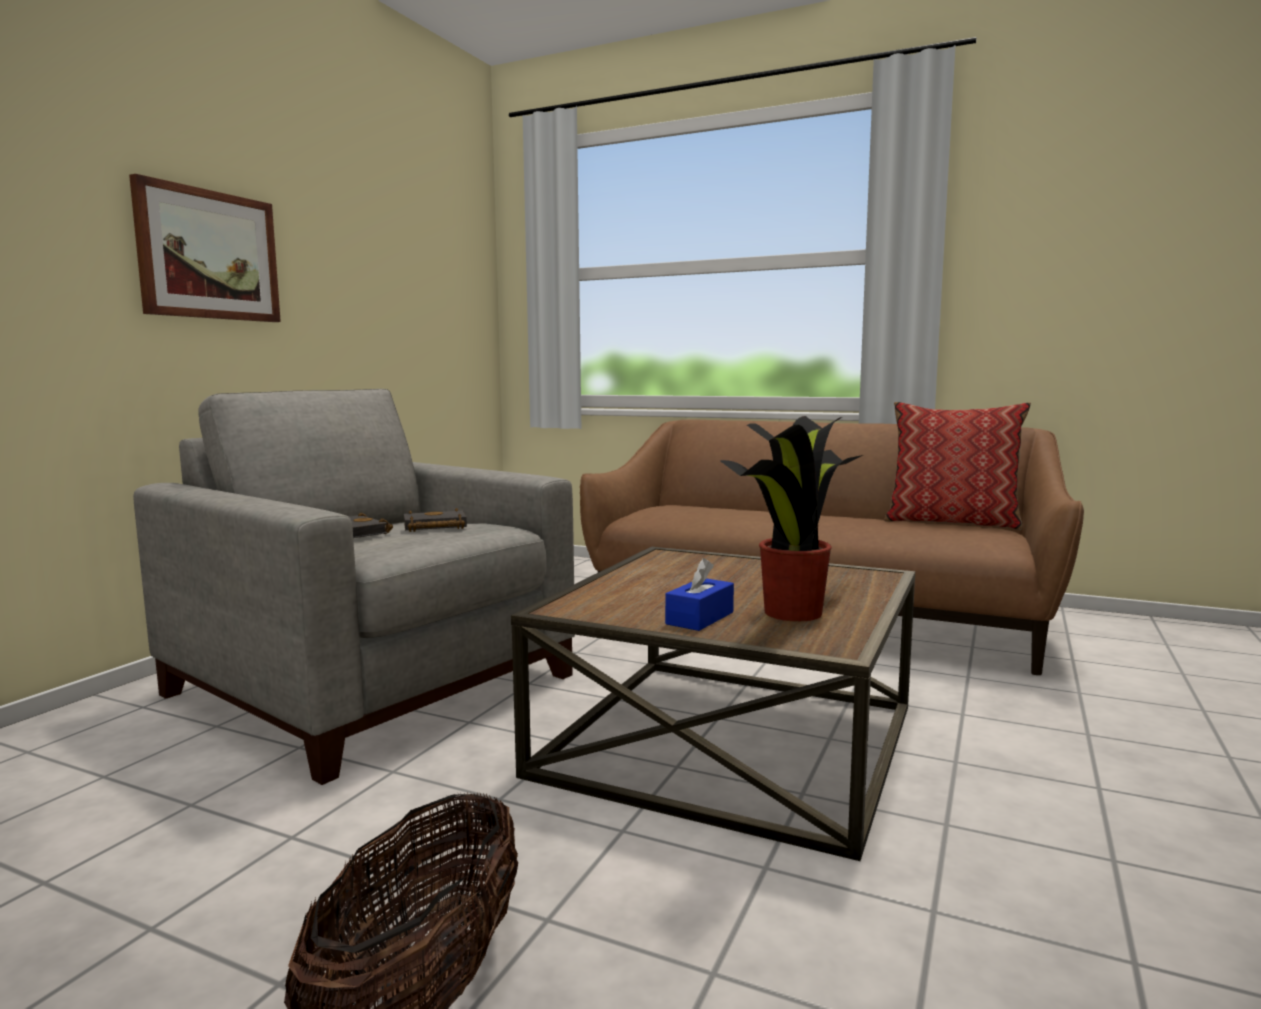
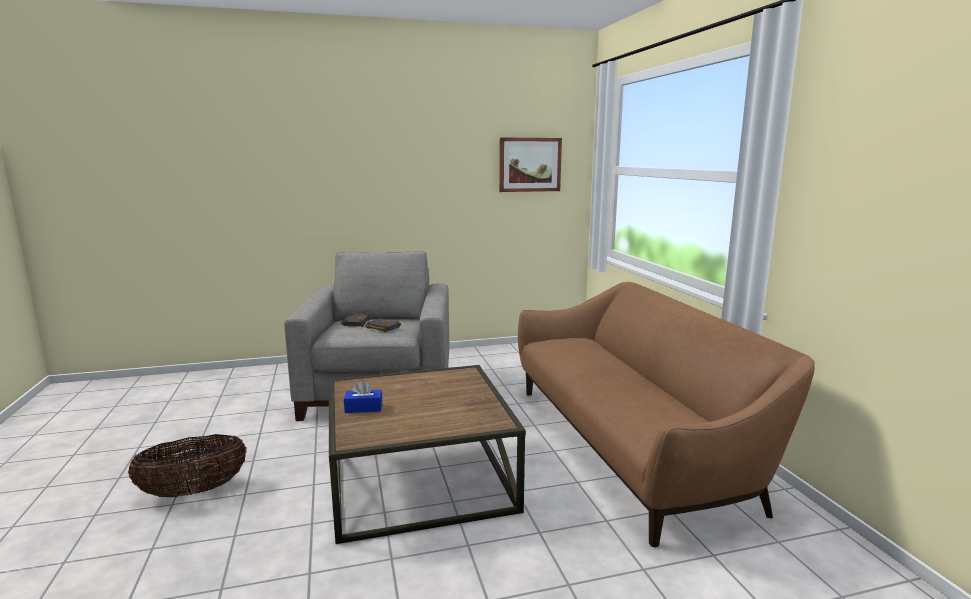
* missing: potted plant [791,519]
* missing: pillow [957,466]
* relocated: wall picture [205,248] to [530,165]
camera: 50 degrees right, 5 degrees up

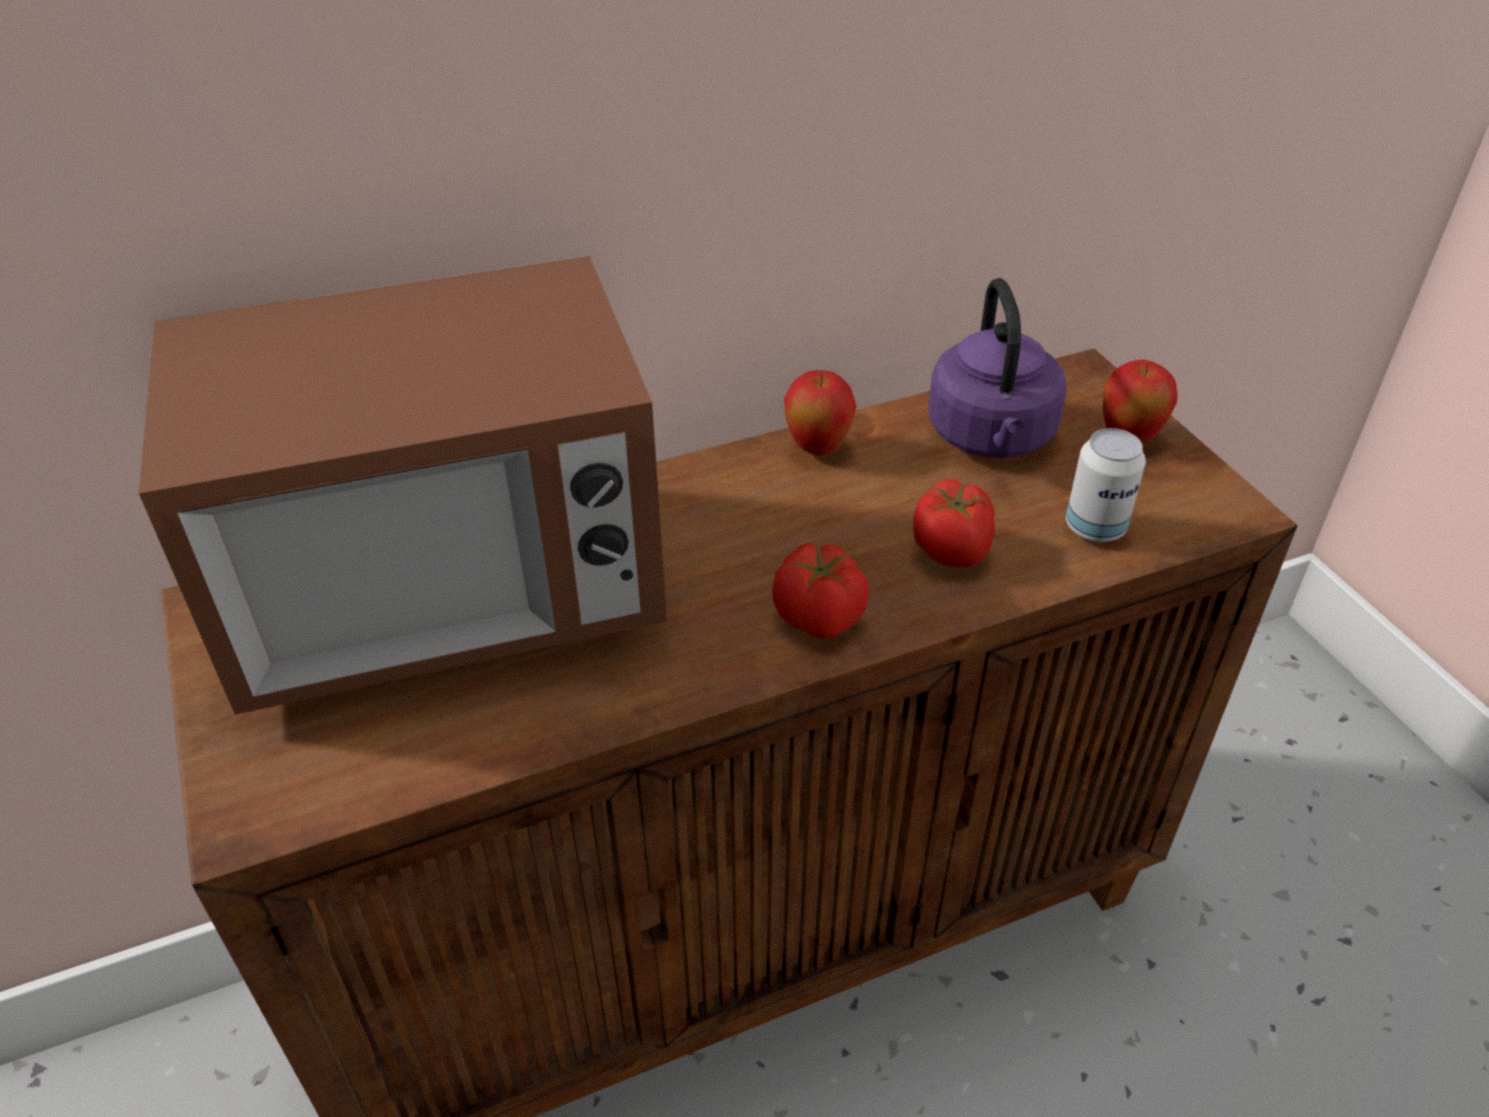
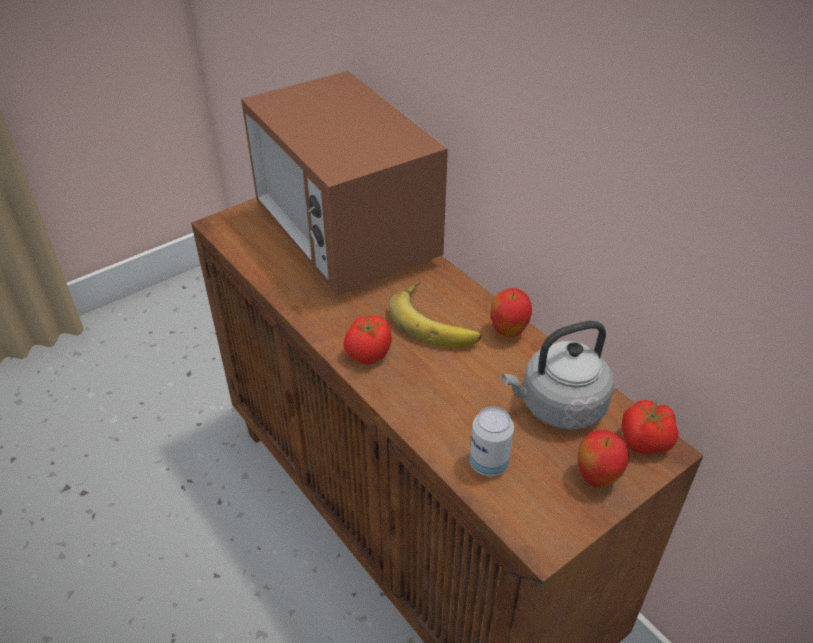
* appeared: banana fruit [435,314]
* relocated: fresh tomato [954,523] to [650,427]
* colour: tea kettle (purple-coloured) [997,368] to tea kettle (greyish) [558,375]
camera: 75 degrees right, 0 degrees up

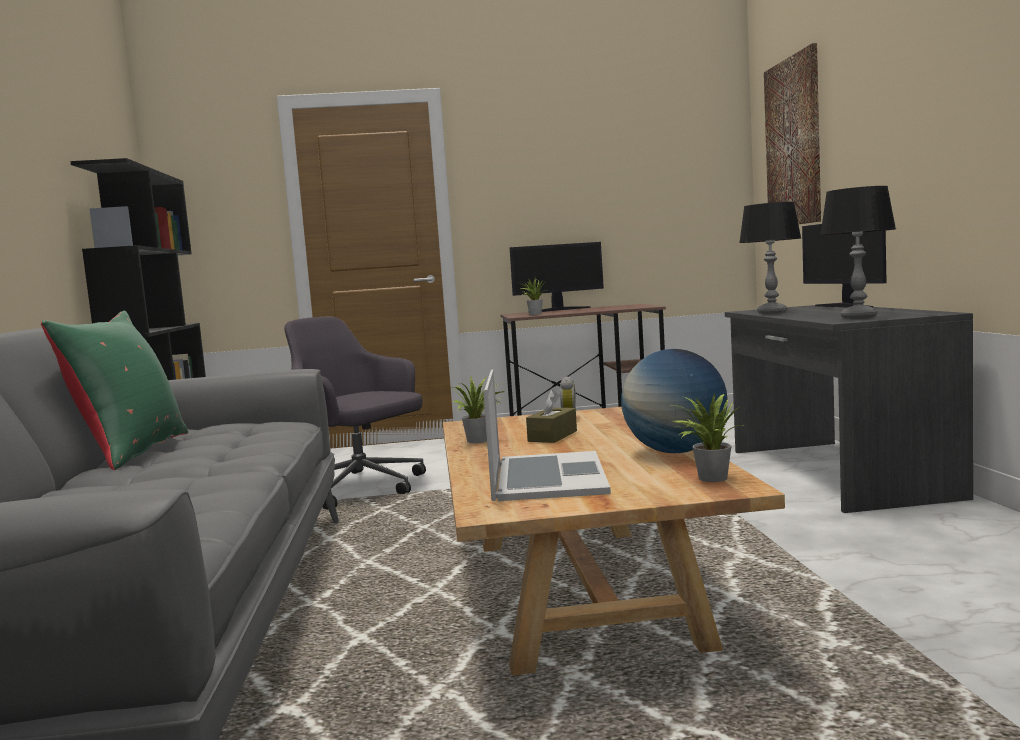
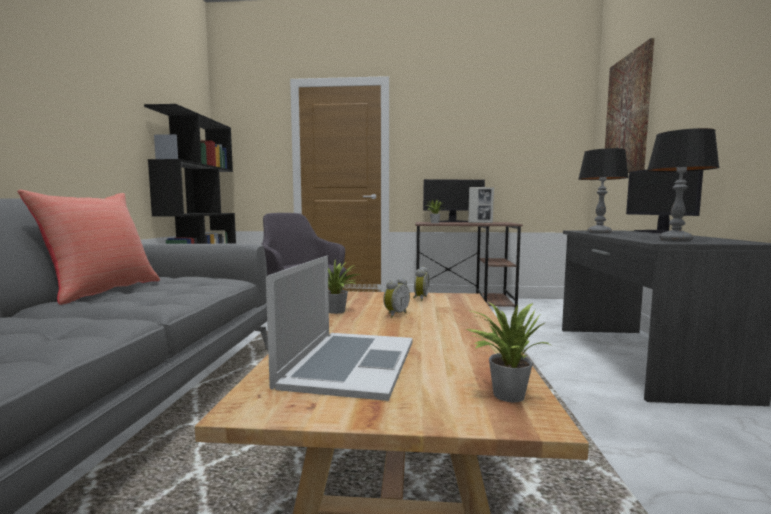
* missing: globe [674,401]
* appeared: picture frame [481,205]
* exchanged: tissue holder (brownish) [551,416] to table clock [396,297]
* colour: pillow (green-coloured) [114,390] to pillow (red-coloured) [88,247]
camera: 10 degrees right, 0 degrees up

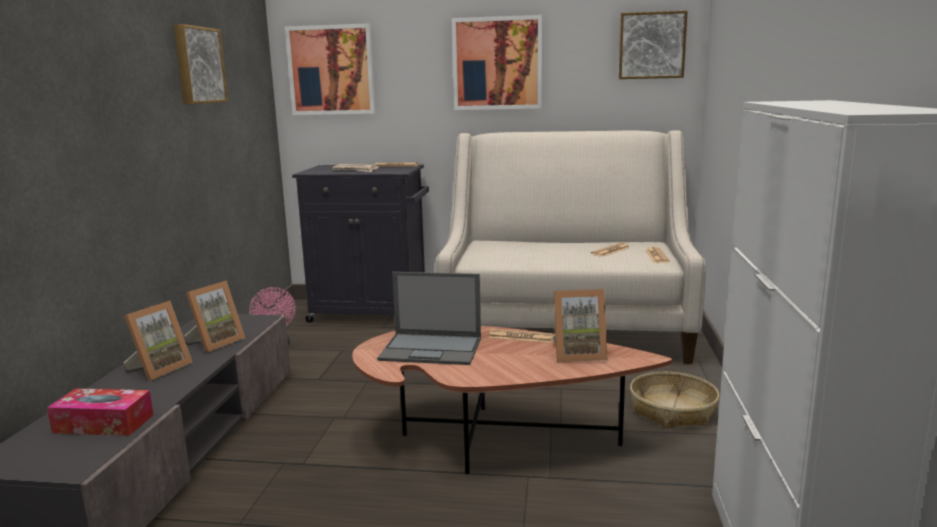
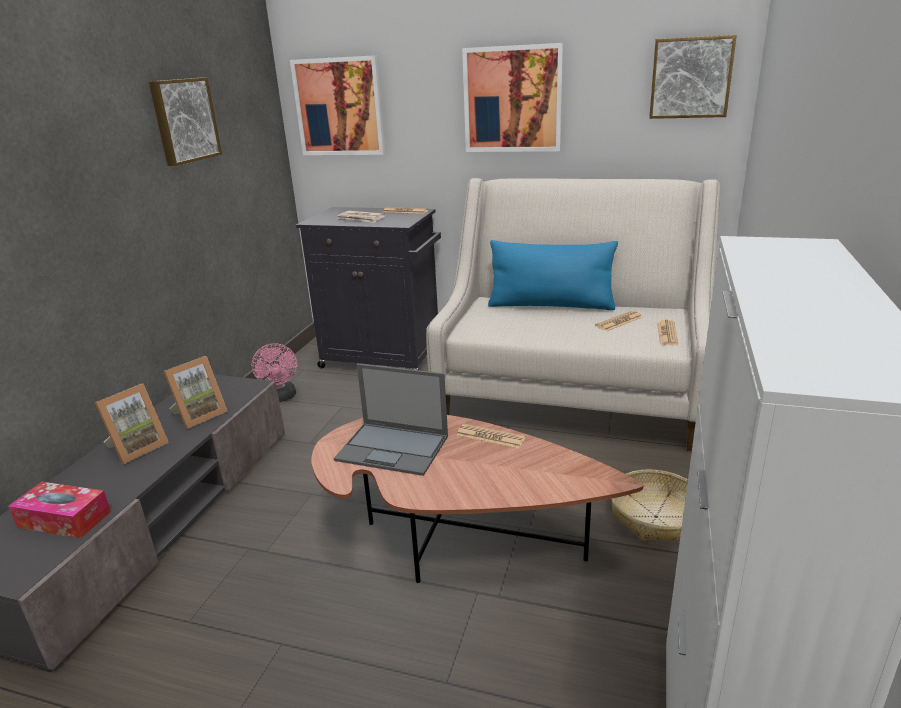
* missing: picture frame [580,325]
* appeared: pillow (blue) [553,275]
camera: 10 degrees right, 10 degrees up

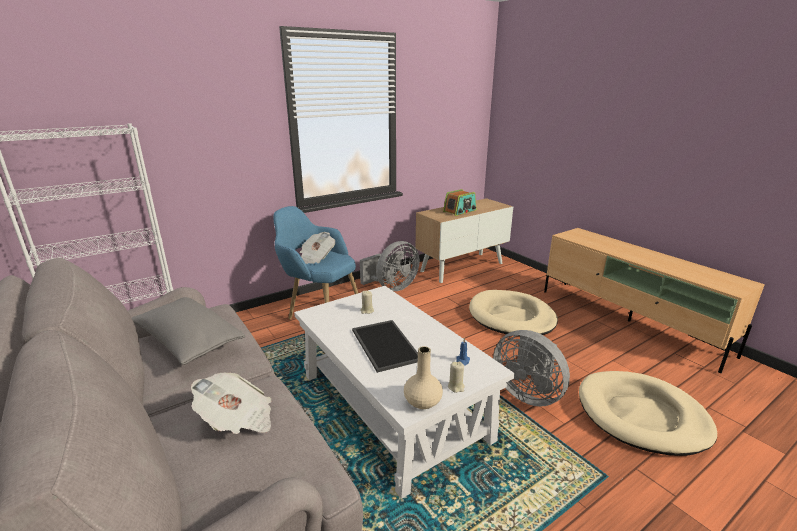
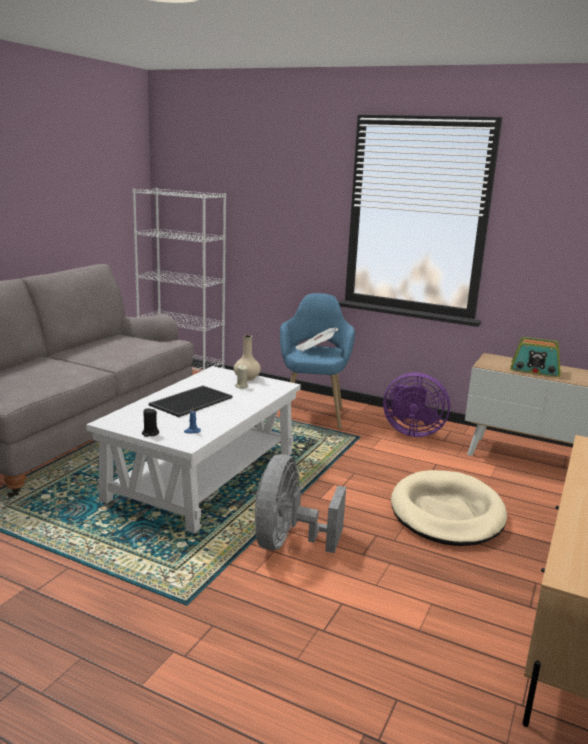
* missing: pillow (greyish) [189,331]
* missing: newspaper [231,403]
* missing: dog cushion (beige) [648,413]
* relocated: vase (beige) [423,377] to [247,357]
* colour: fan (greyish) [390,266] to fan (purple-coloured) [416,404]
* colour: candle (beige) [456,377] to candle (black-coloured) [150,422]
camera: 60 degrees right, 5 degrees down

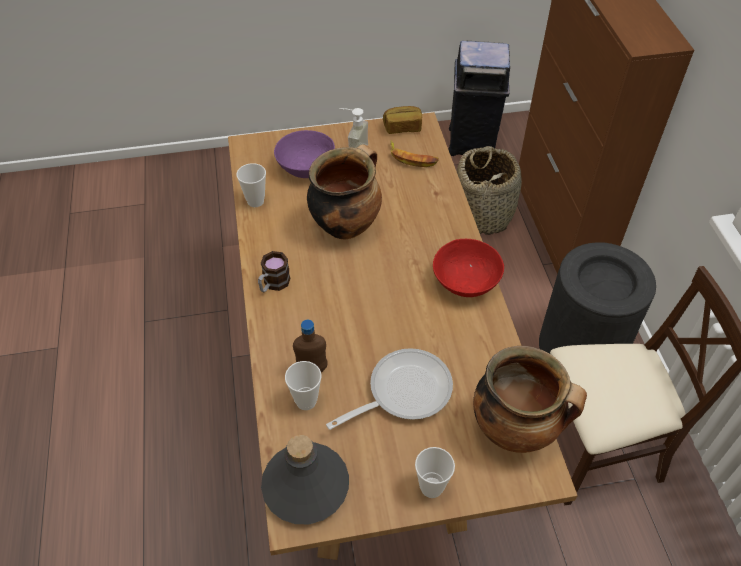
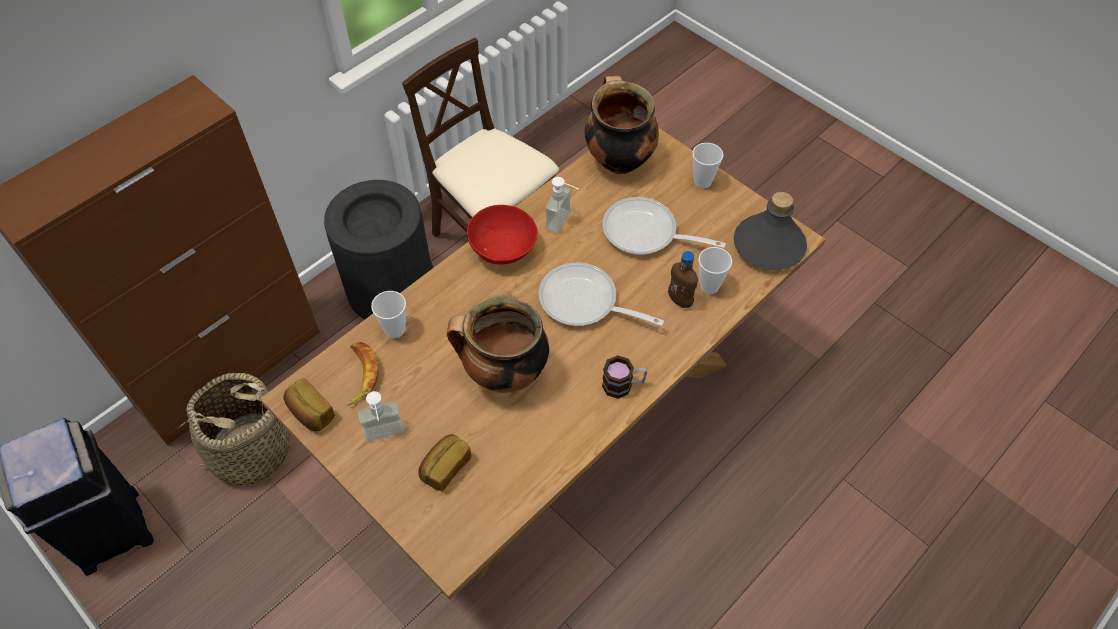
* appeared: skillet [601,294]
* appeared: soap dispenser [561,205]
* relocated: cup [251,185] to [388,314]
* exchanged: serving bowl (purple-coloured) [304,154] to baked bread [445,462]
camera: 125 degrees left, 5 degrees up

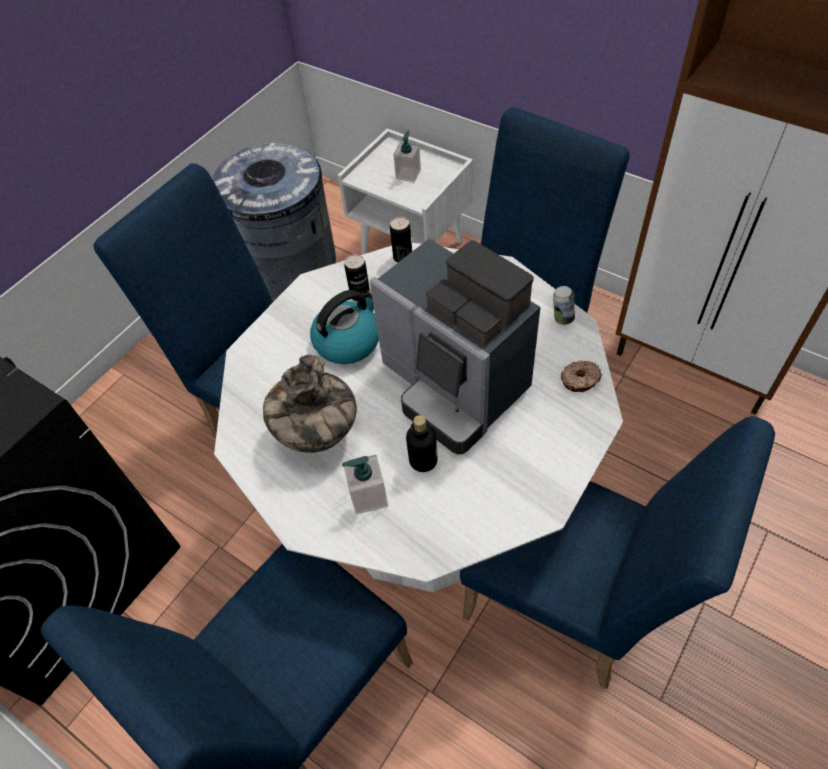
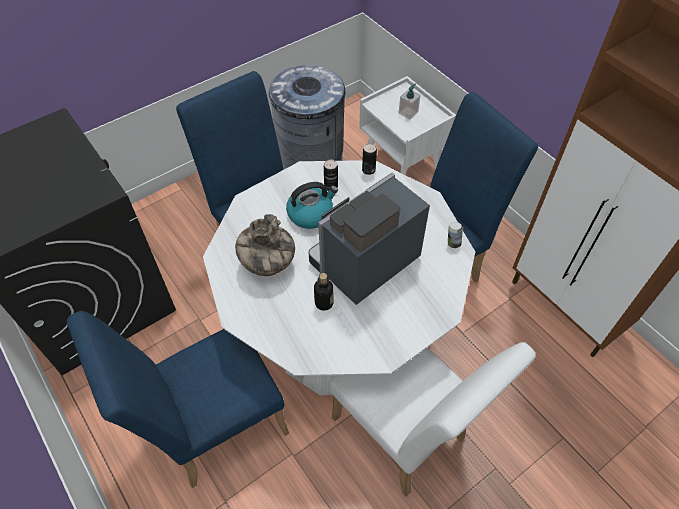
* missing: soap dispenser [365,485]
* missing: donut [581,376]
* colour: upright chair (blue) [617,552] to upright chair (white-coloured) [432,419]
* spun: coffee machine [455,346] = [369,239] 75 degrees clockwise
camera: 15 degrees right, 0 degrees up

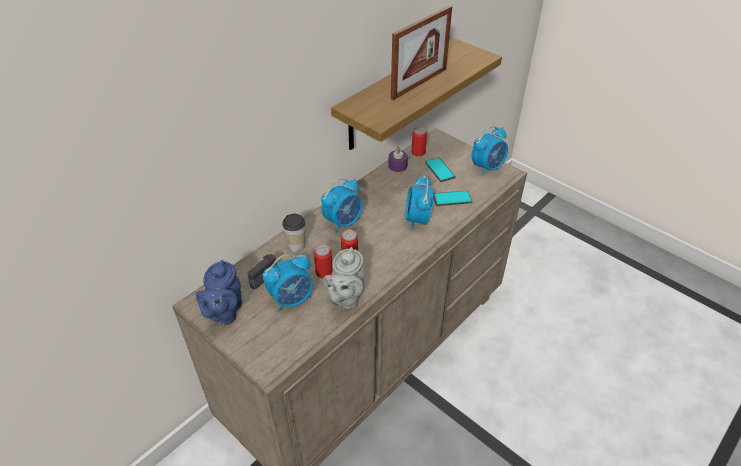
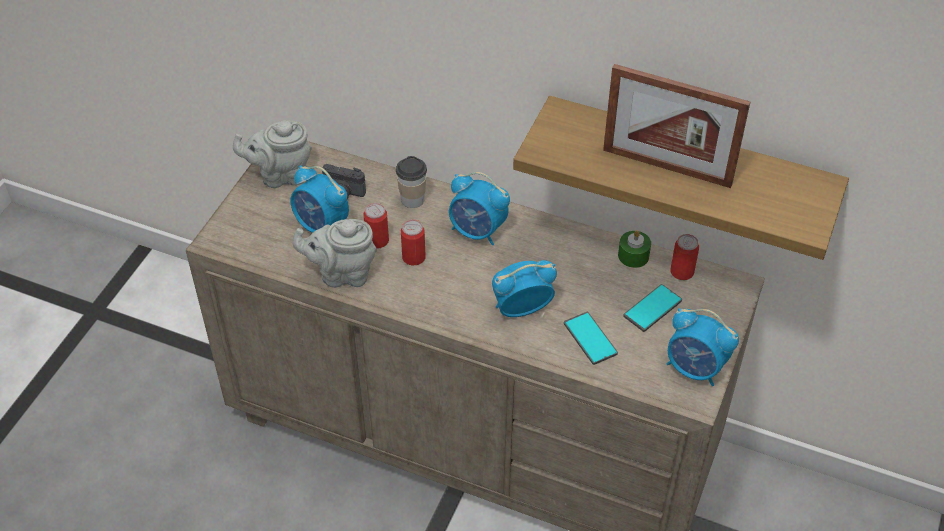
* colour: teapot (blue) [219,292] to teapot (greyish) [272,154]
* colour: candle (purple-coloured) [398,159] to candle (green-coloured) [634,249]
camera: 70 degrees right, 5 degrees up

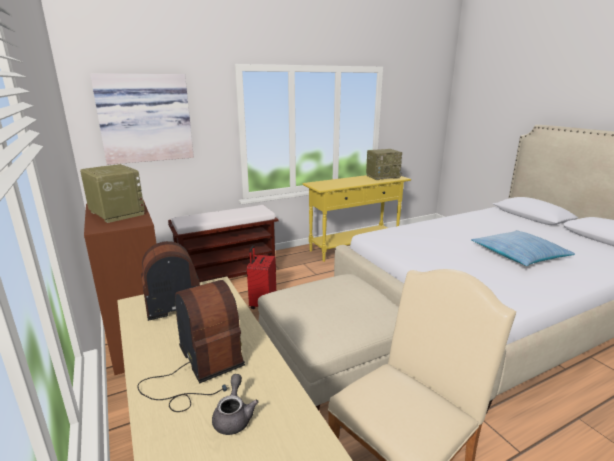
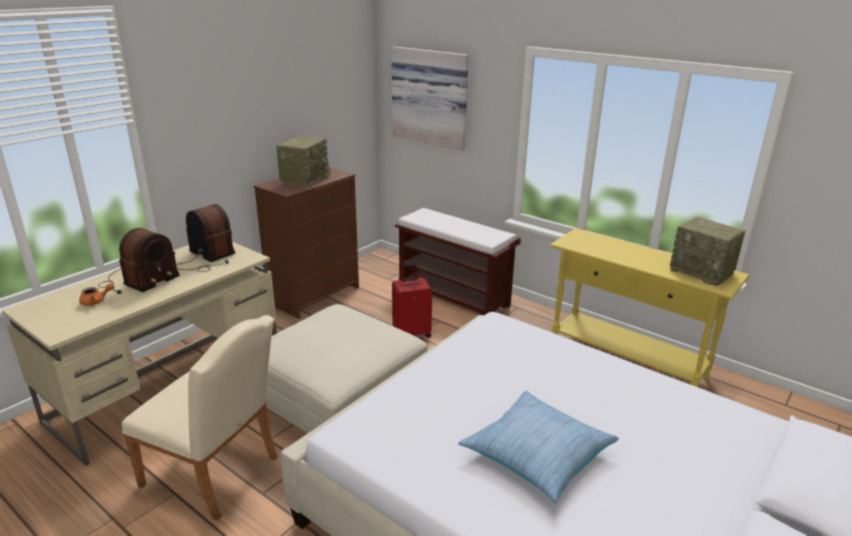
* colour: teapot (greyish) [235,404] to teapot (orange-coloured) [97,294]
camera: 65 degrees right, 5 degrees up

